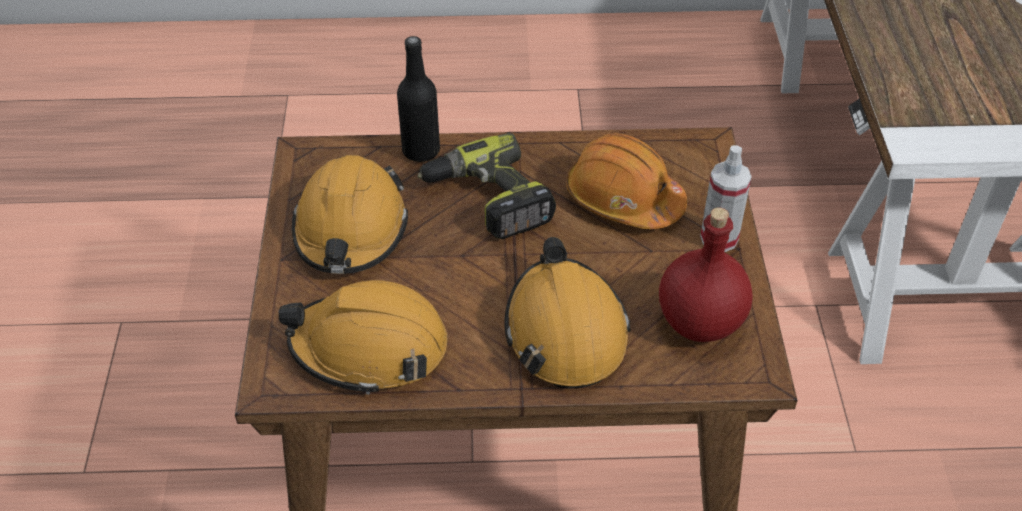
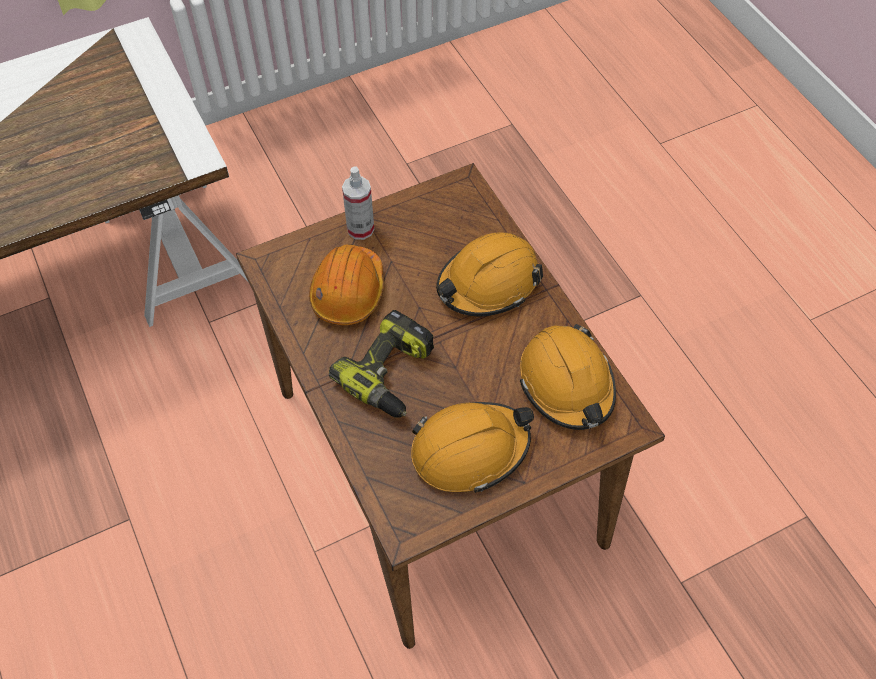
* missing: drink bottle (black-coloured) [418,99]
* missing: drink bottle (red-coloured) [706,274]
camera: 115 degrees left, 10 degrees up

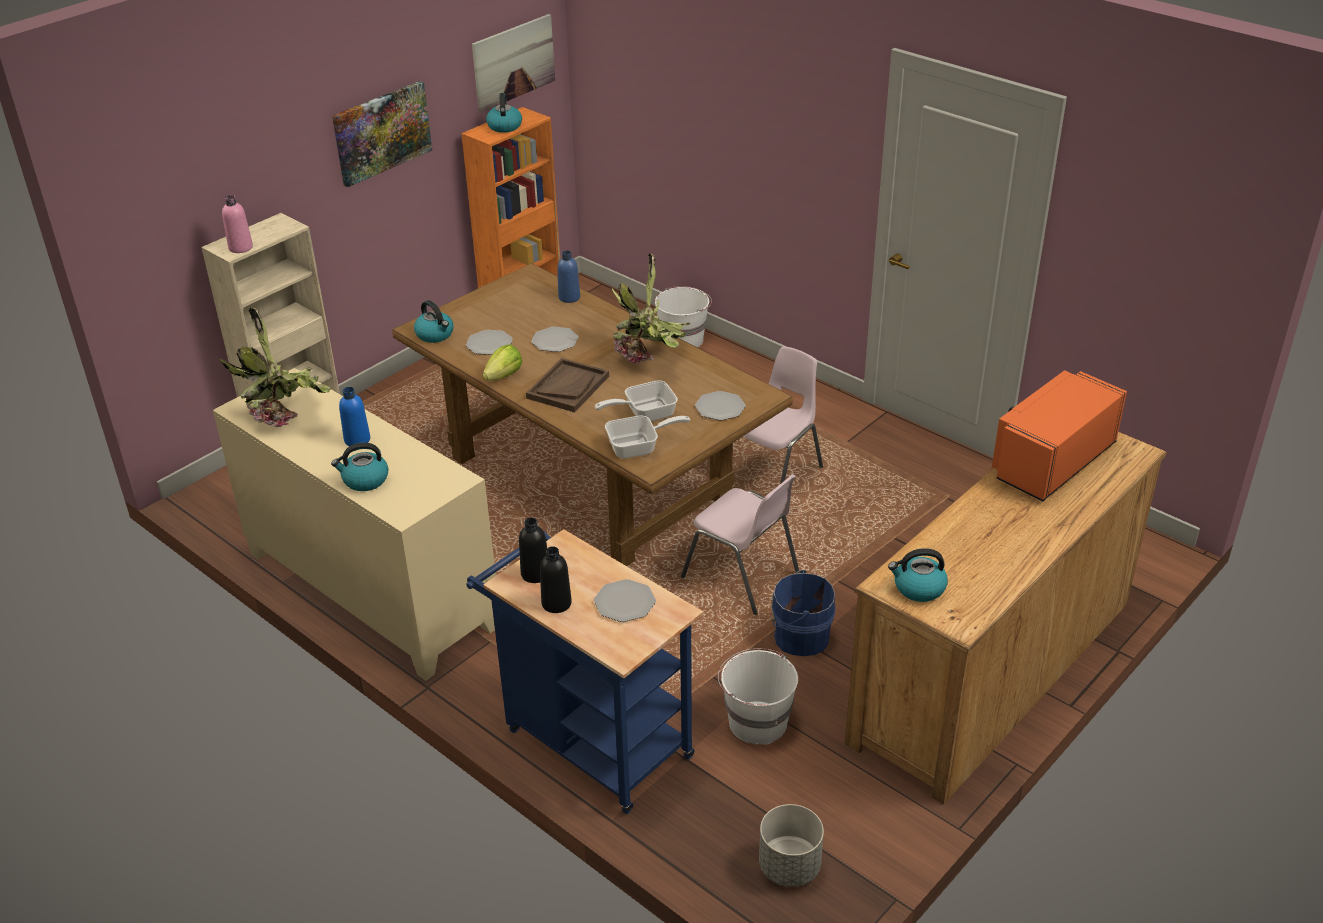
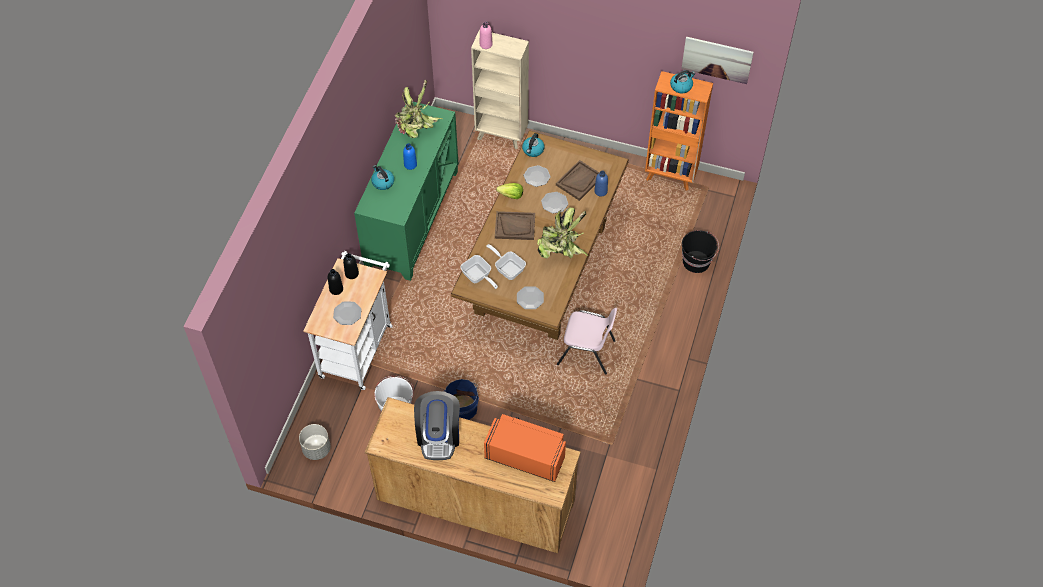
* missing: wall picture [382,134]
* missing: upright chair (pink) [740,544]
* missing: tea kettle [918,575]
* appeared: coffee machine [437,425]
* appeared: serving tray (brownish) [577,180]
* colour: storage cabinet (beige) [354,524] to storage cabinet (green-coloured) [406,191]
* colour: trolley (blue) [584,671] to trolley (white-coloured) [347,320]
* colour: water bucket (white-coloured) [683,317] to water bucket (black-coloured) [700,251]
camera: 65 degrees right, 20 degrees up

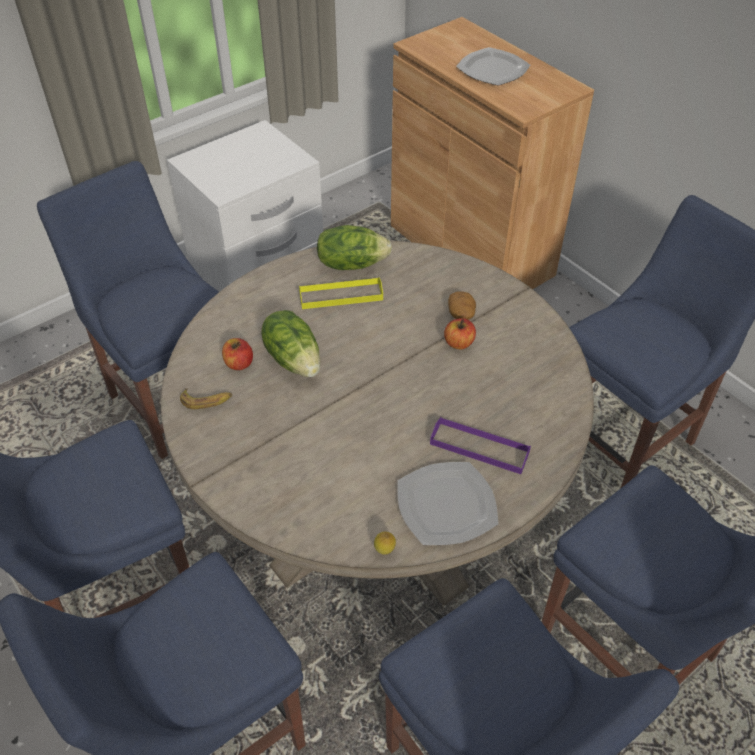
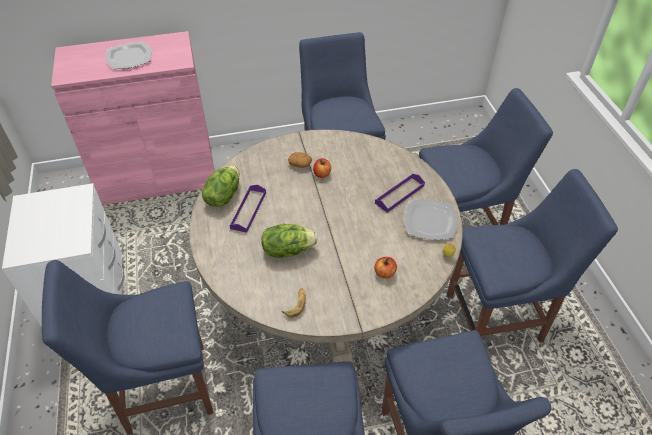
* relocated: apple [237,354] to [385,268]
* colour: serving tray (yellowish) [341,293] to serving tray (purple-coloured) [248,209]
* colour: storage cabinet (brownish) [492,153] to storage cabinet (pink) [133,118]
camera: 65 degrees left, 0 degrees up

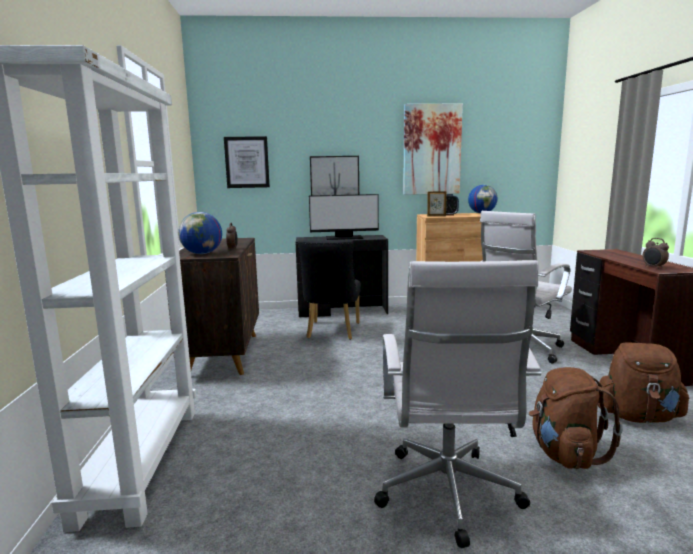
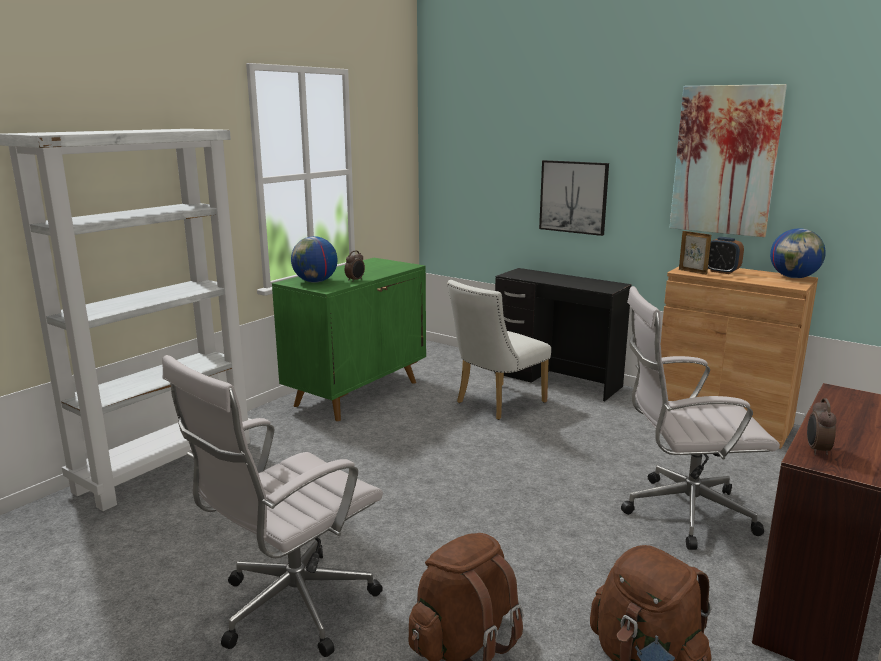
* missing: wall picture [247,162]
* missing: monitor [344,217]
* colour: storage cabinet (brownish) [212,306] to storage cabinet (green-coloured) [349,339]
* colour: upright chair (black-coloured) [329,290] to upright chair (white-coloured) [499,350]
camera: 40 degrees right, 5 degrees up

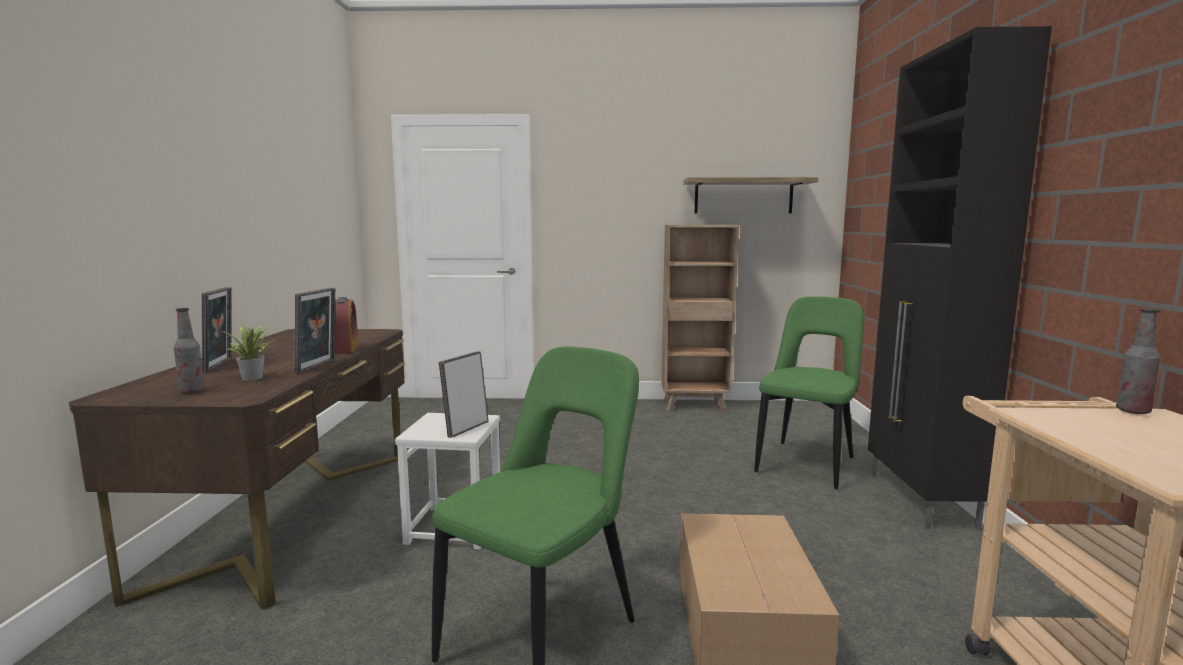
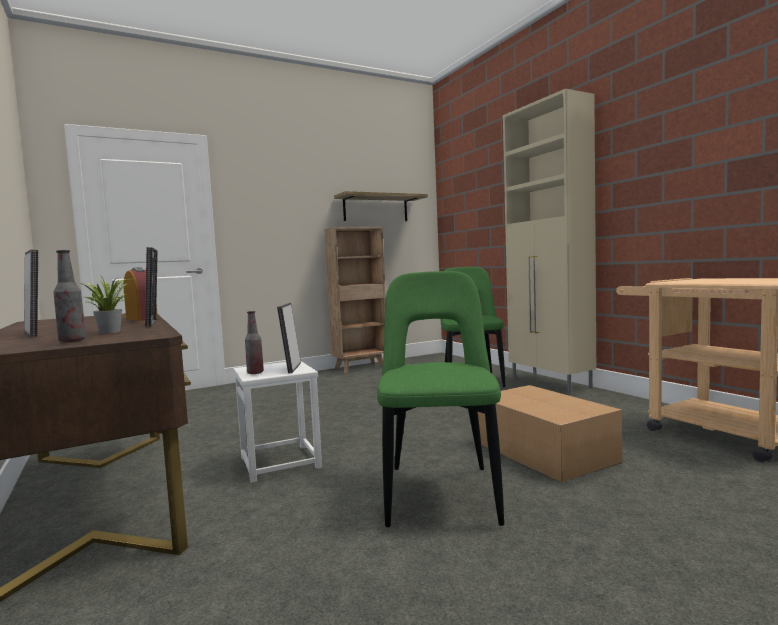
* relocated: drink bottle [1138,361] to [254,342]
* colour: storage cabinet (black-coloured) [960,278] to storage cabinet (beige) [549,241]
camera: 30 degrees left, 5 degrees down

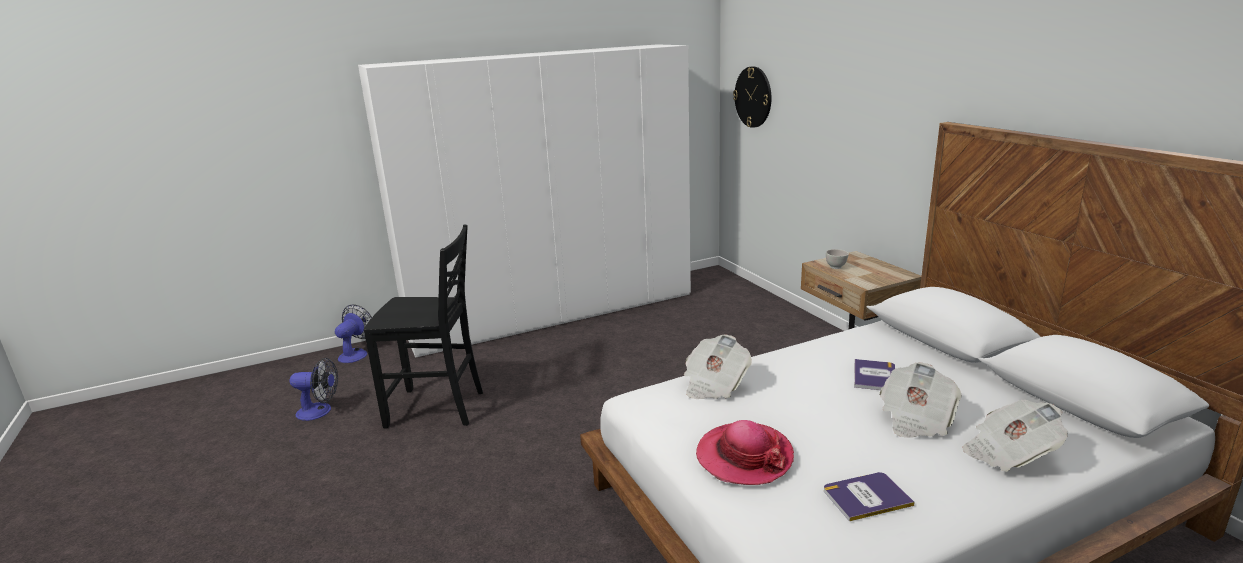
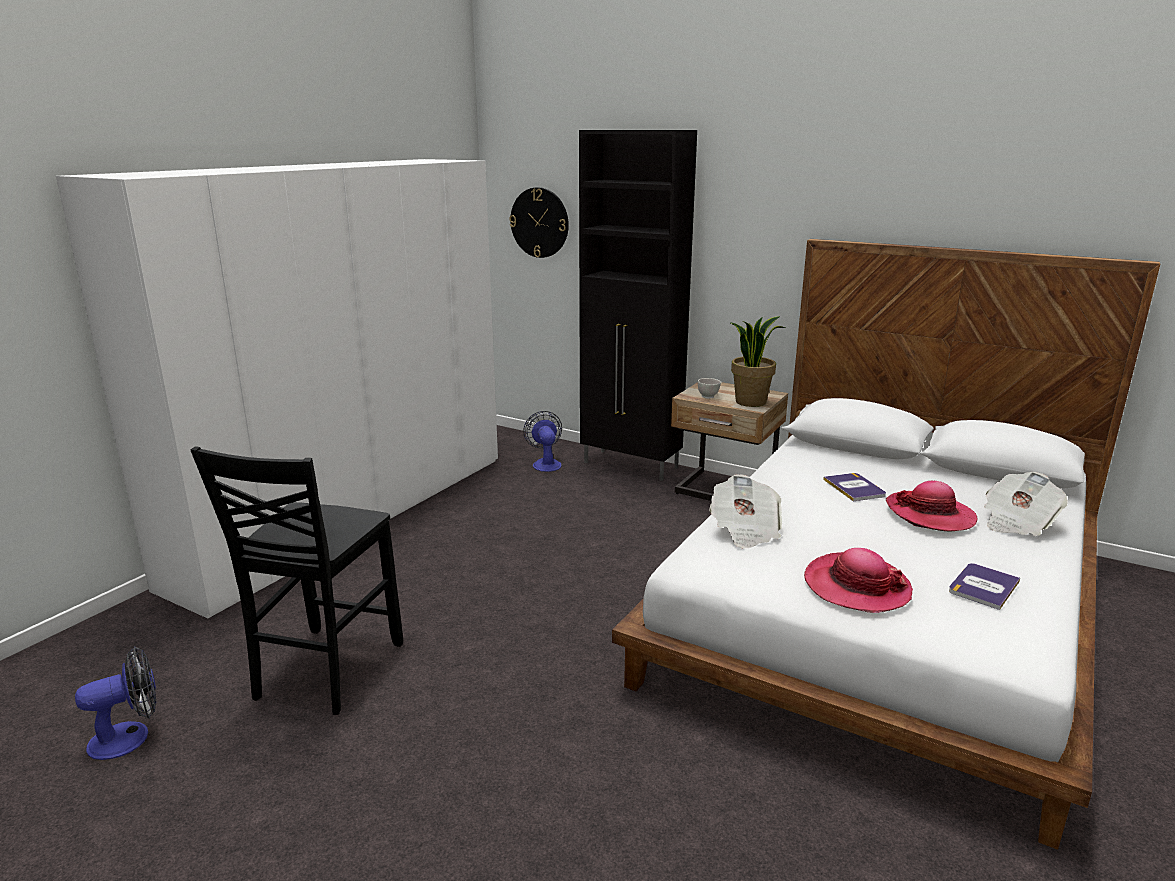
* appeared: storage cabinet (black-coloured) [638,305]
* appeared: potted plant [757,361]
* relocated: fan [353,333] to [542,441]
* exchanged: newspaper [921,400] to wearable hat [931,506]
* spun: upright chair (black-coloured) [423,326] = [296,580] 135 degrees clockwise
camera: 35 degrees left, 0 degrees up

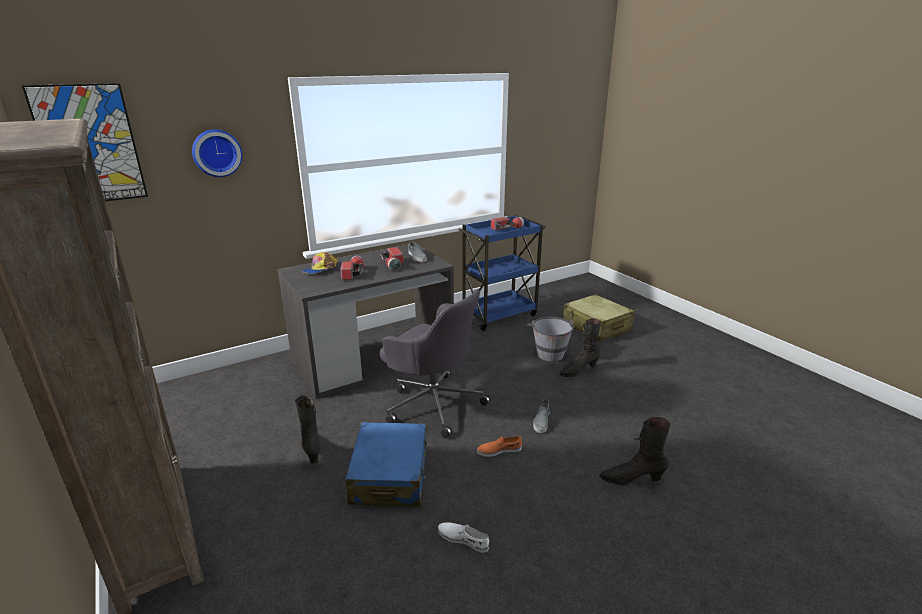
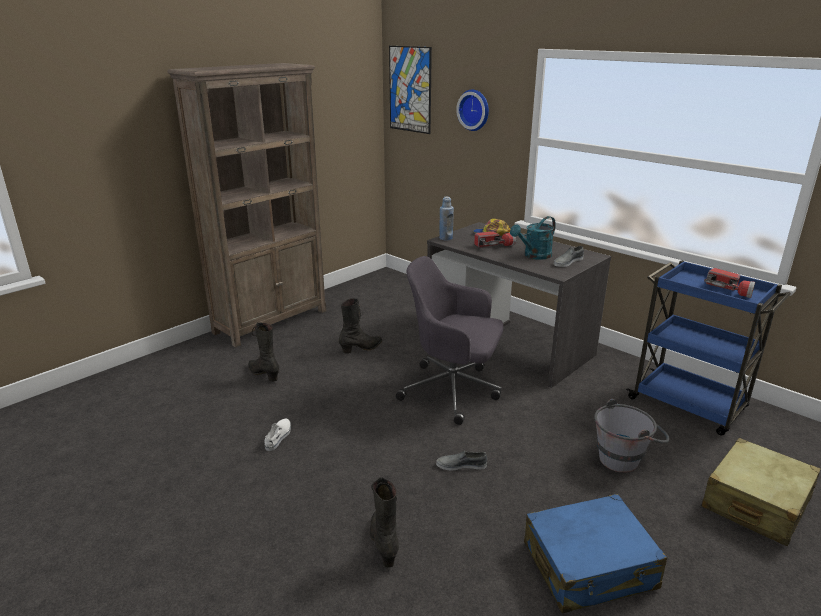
* missing: low shoe (orange-coloured) [499,446]
* appeared: drink bottle (blue) [446,218]
* relocated: piece of luggage (blue) [386,464] to [595,553]
* relocated: high-top boot (black-coloured) [580,347] to [263,352]
* exchanged: hand torch [392,259] to watering can (turquoise-coloured) [533,238]
* spun: desk chair (greyish) [435,363] = [450,340] 90 degrees clockwise
camera: 75 degrees right, 0 degrees up

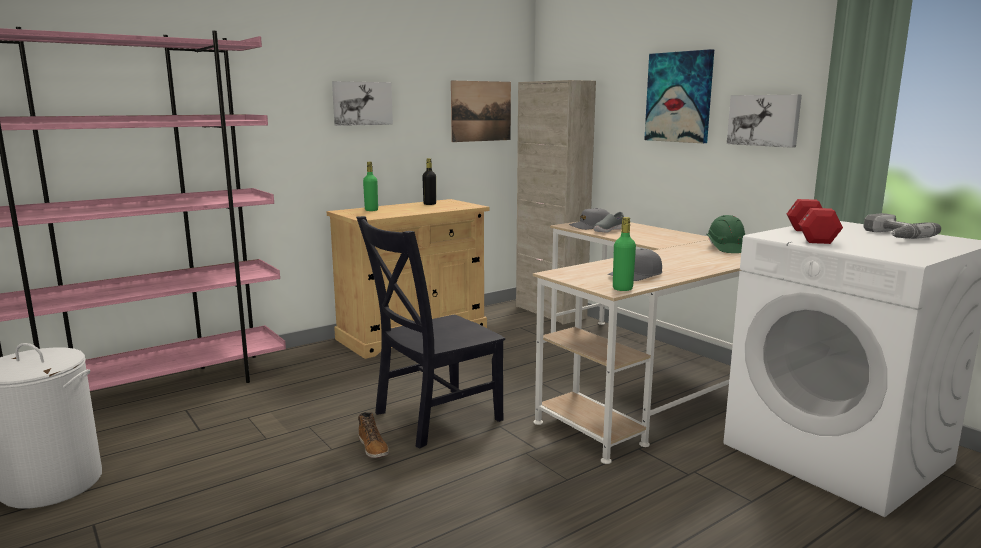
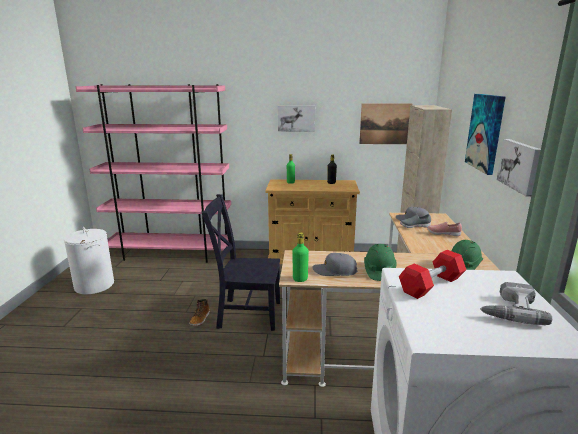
* appeared: hard hat (green-coloured) [380,262]
* appeared: low shoe (pink) [444,229]
camera: 40 degrees right, 5 degrees up

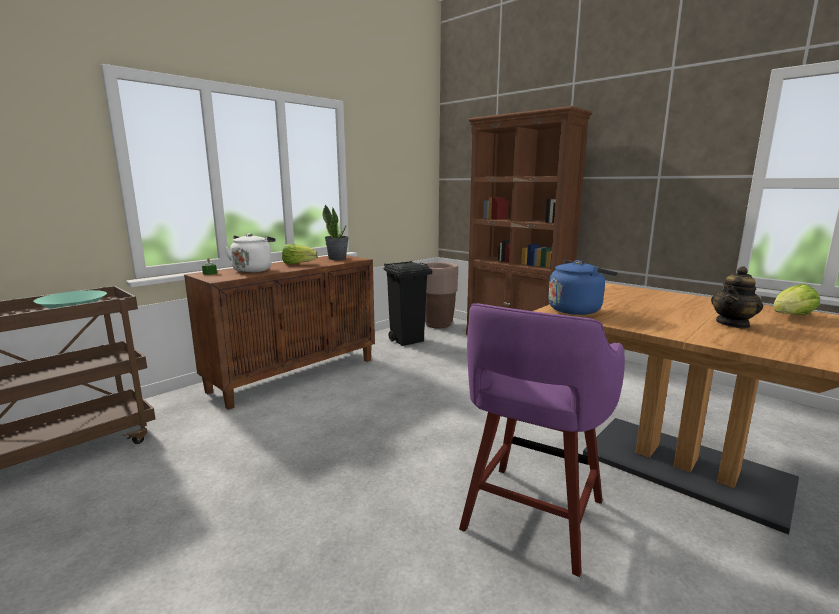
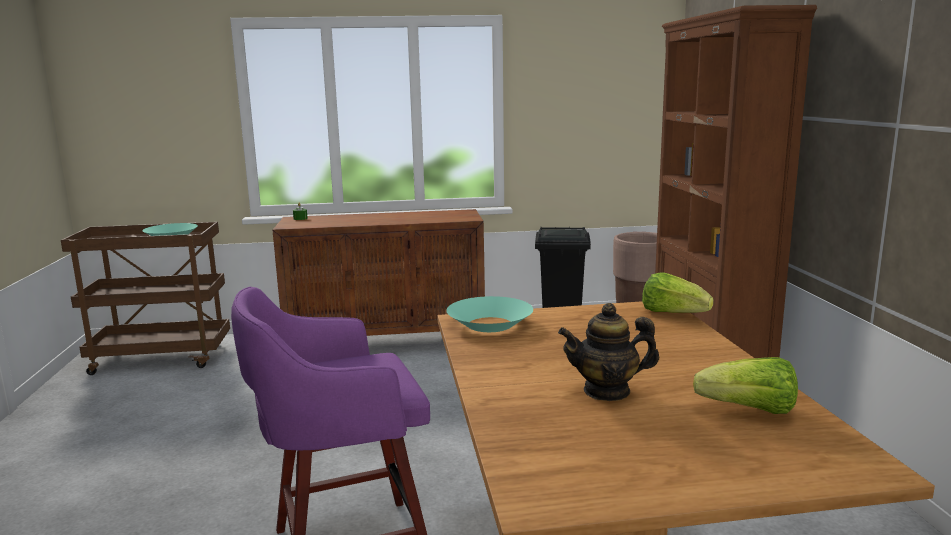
* missing: tea kettle (white-coloured) [249,253]
* missing: potted plant [336,232]
* relocated: lettuce [300,254] to [678,292]
* exchanged: tea kettle (blue) [583,287] to serving bowl (turquoise-coloured) [489,314]
camera: 40 degrees right, 0 degrees up

